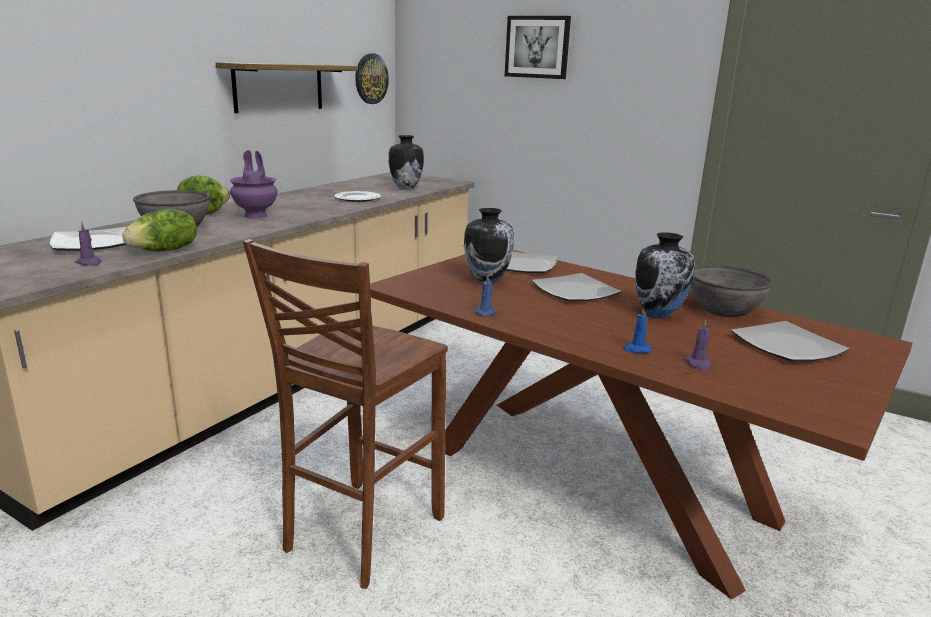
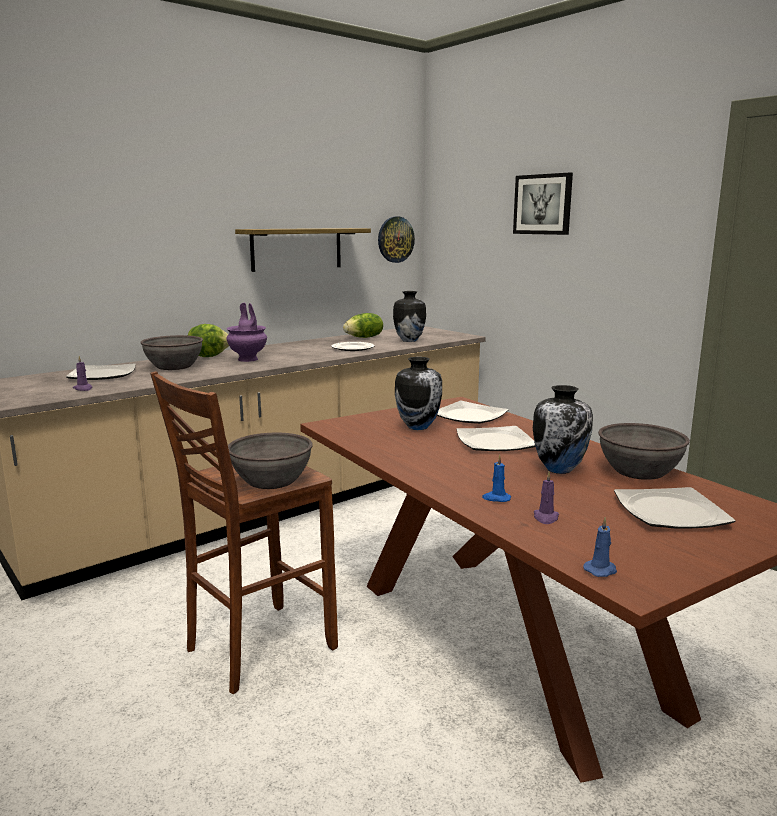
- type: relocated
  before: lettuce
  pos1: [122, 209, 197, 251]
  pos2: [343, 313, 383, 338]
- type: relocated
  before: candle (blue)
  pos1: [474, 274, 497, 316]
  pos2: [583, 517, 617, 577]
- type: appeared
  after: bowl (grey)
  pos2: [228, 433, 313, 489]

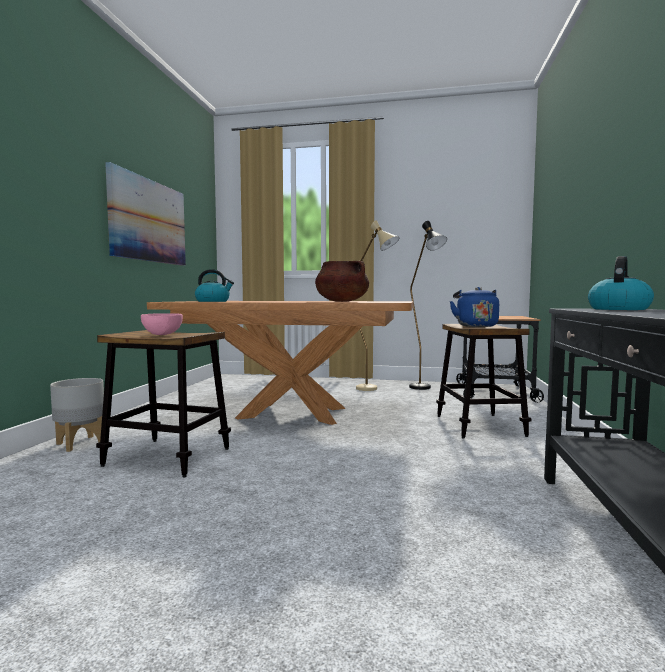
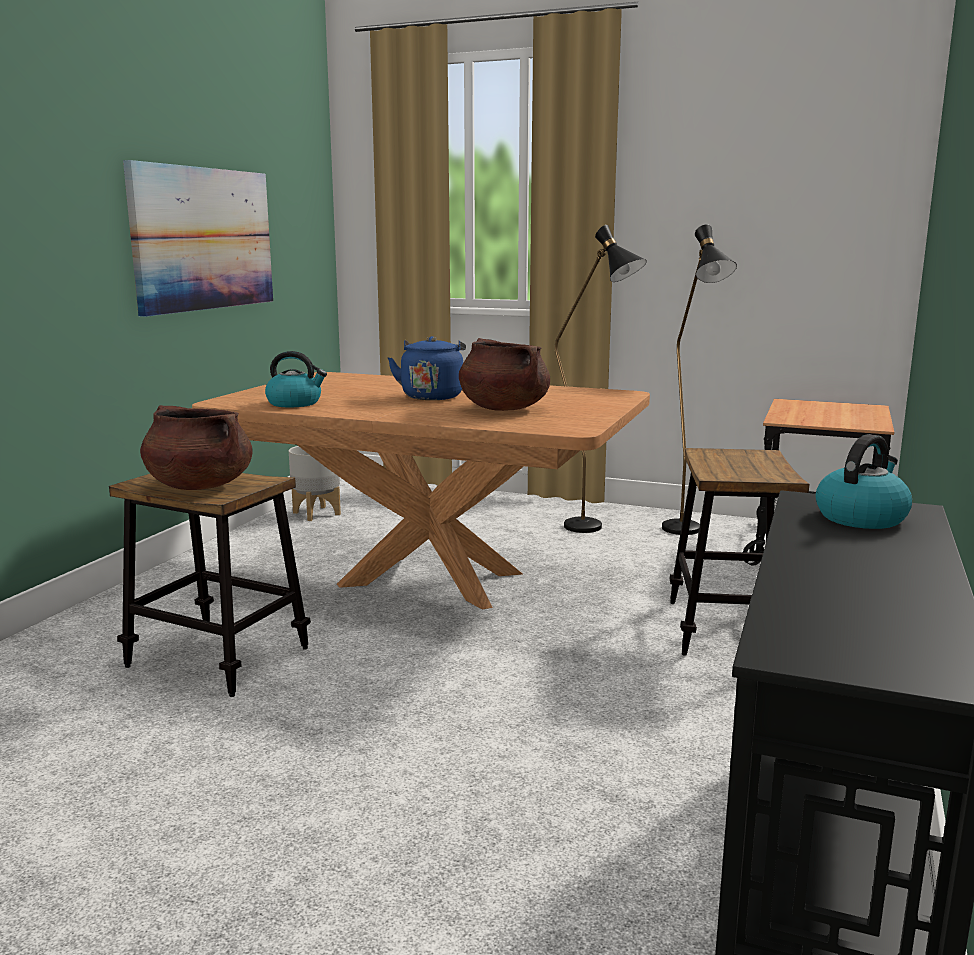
- type: relocated
  before: planter (grey)
  pos1: [50, 378, 104, 452]
  pos2: [289, 446, 341, 521]
- type: exchanged
  before: bowl (pink)
  after: cooking pot (brown)
  pos1: [141, 313, 183, 335]
  pos2: [140, 405, 252, 490]
- type: colour
  before: floor lamp (beige)
  after: floor lamp (black)
  pos1: [356, 220, 399, 391]
  pos2: [555, 225, 647, 533]
- type: relocated
  before: kettle (blue)
  pos1: [450, 287, 499, 327]
  pos2: [388, 336, 466, 400]

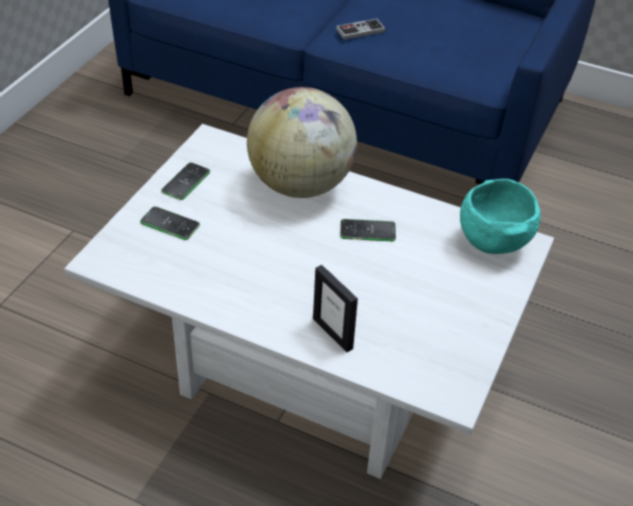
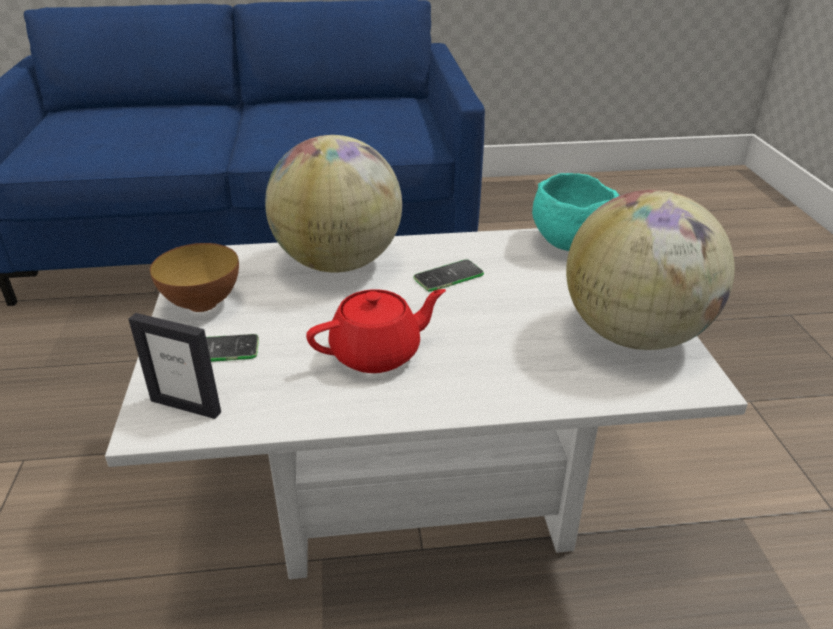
- type: exchanged
  before: phone
  after: bowl
  pos1: [161, 163, 210, 200]
  pos2: [150, 243, 239, 312]
- type: relocated
  before: picture frame
  pos1: [313, 265, 358, 352]
  pos2: [129, 313, 221, 419]
- type: missing
  before: game controller
  pos1: [336, 19, 385, 40]
- type: appeared
  after: teapot (red)
  pos2: [306, 289, 446, 373]
- type: appeared
  after: globe
  pos2: [566, 190, 735, 350]

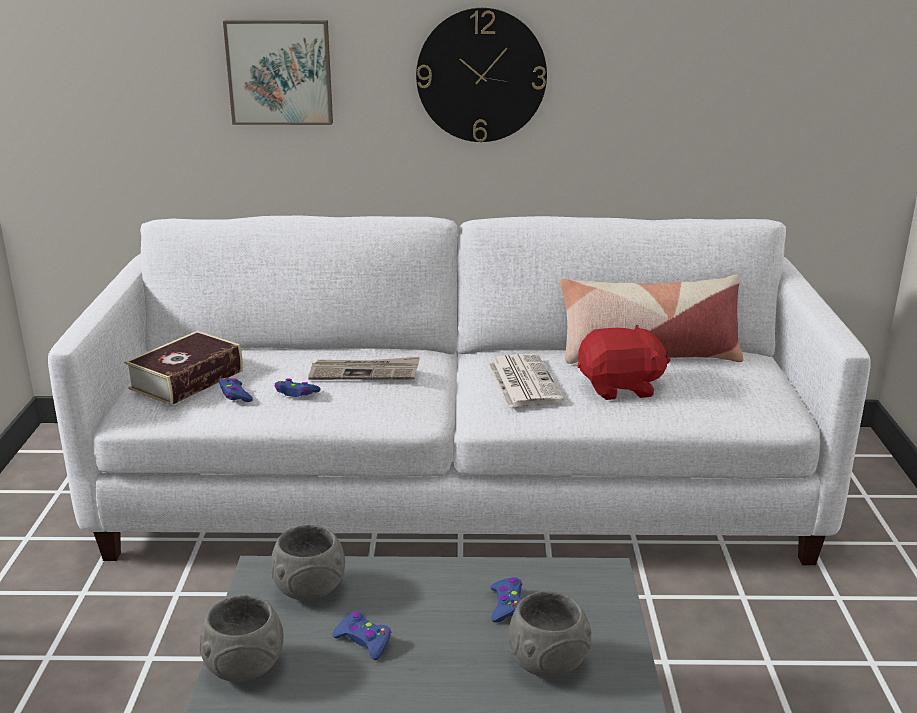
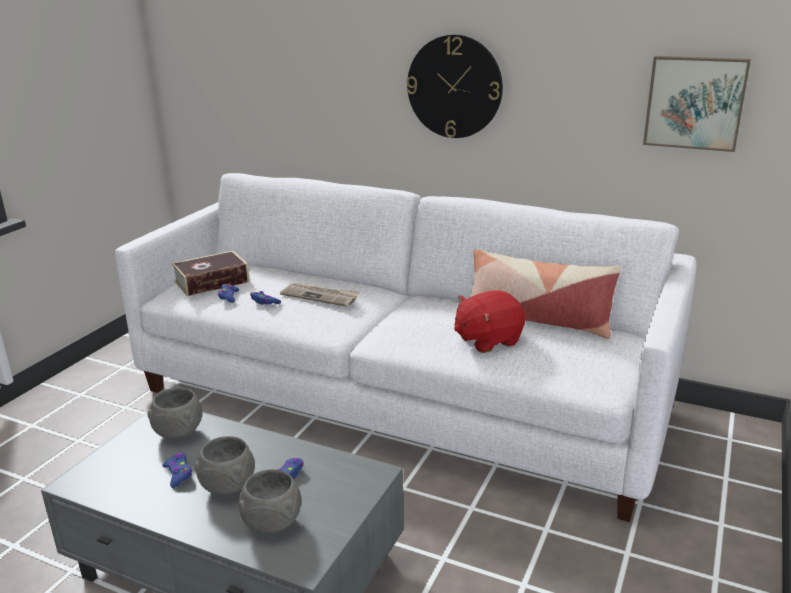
- type: relocated
  before: bowl (grey)
  pos1: [200, 595, 284, 682]
  pos2: [194, 436, 255, 495]
- type: relocated
  before: picture
  pos1: [223, 20, 333, 125]
  pos2: [643, 56, 751, 152]
- type: missing
  before: newspaper
  pos1: [488, 354, 564, 408]
- type: spun
  before: plush toy (red)
  pos1: [577, 324, 671, 400]
  pos2: [454, 291, 526, 353]
  turn: 135

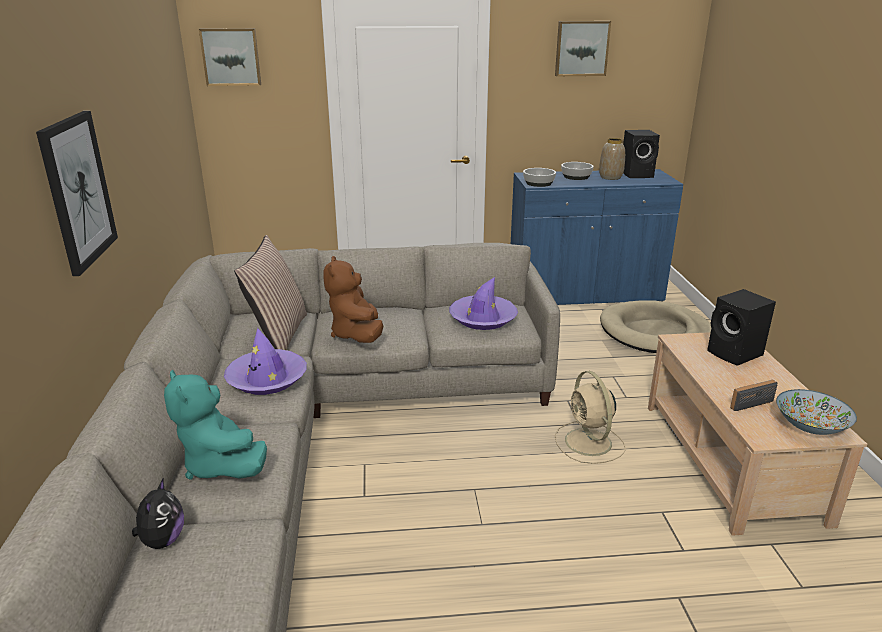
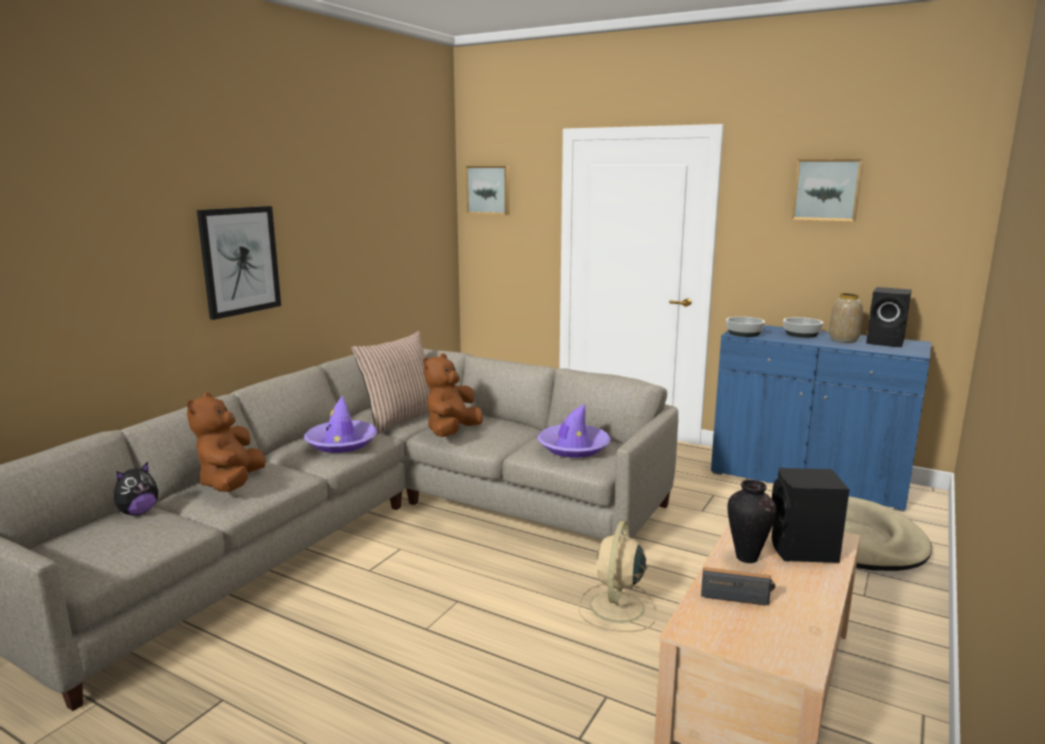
- type: colour
  before: plush toy (turquoise)
  after: plush toy (brown)
  pos1: [164, 370, 267, 480]
  pos2: [187, 392, 266, 492]
- type: missing
  before: bowl
  pos1: [776, 389, 857, 435]
- type: appeared
  after: vase
  pos2: [727, 480, 776, 563]

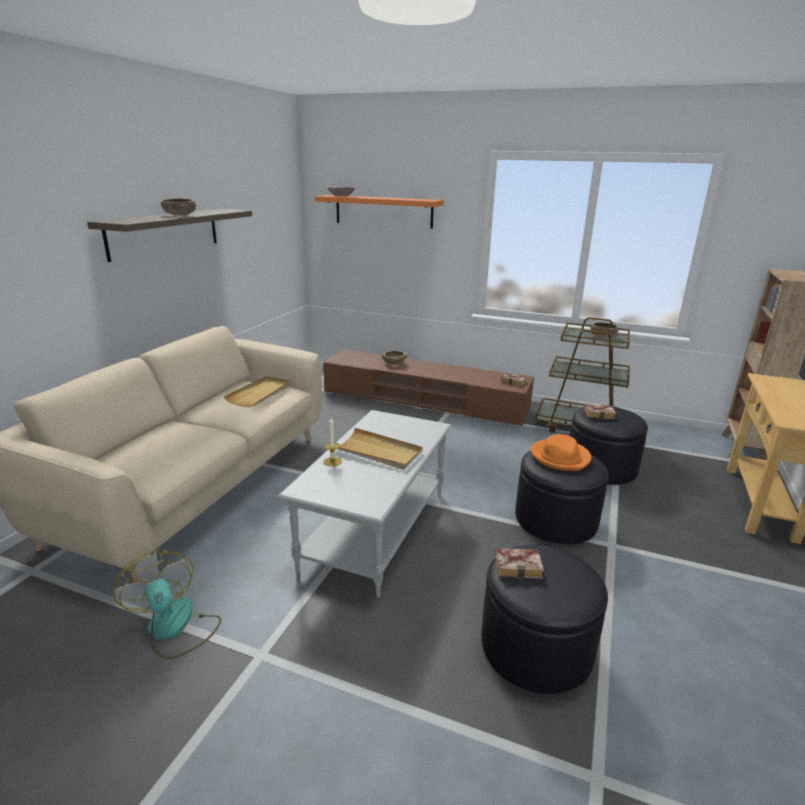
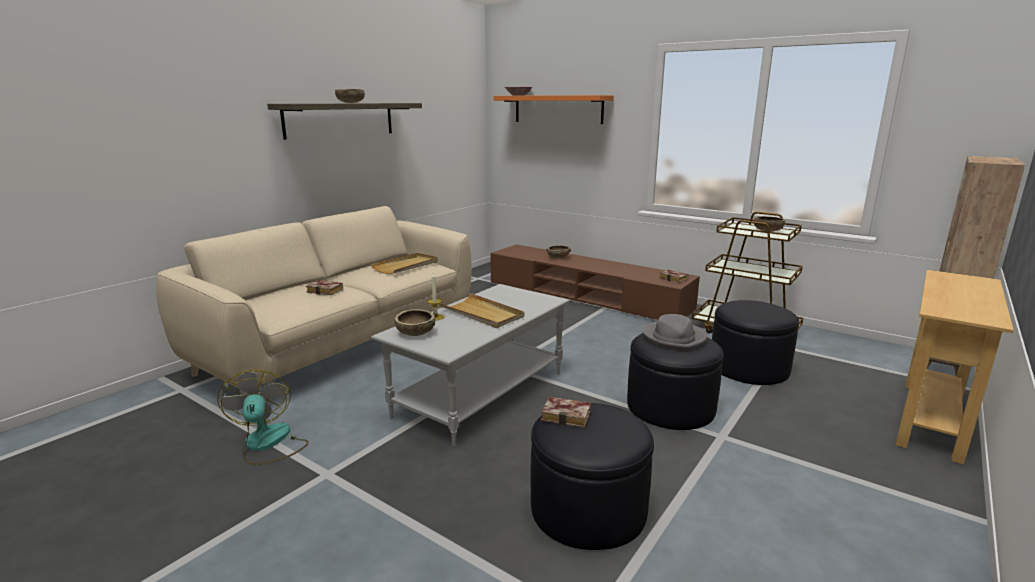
- type: colour
  before: hat (orange)
  after: hat (grey)
  pos1: [531, 434, 592, 471]
  pos2: [642, 314, 707, 350]
- type: relocated
  before: book
  pos1: [584, 404, 616, 419]
  pos2: [306, 280, 343, 295]
- type: appeared
  after: bowl (brown)
  pos2: [395, 309, 435, 336]

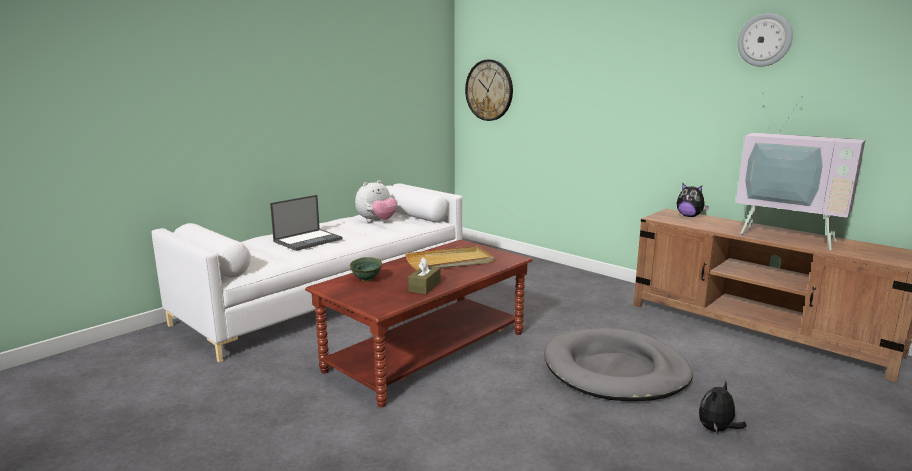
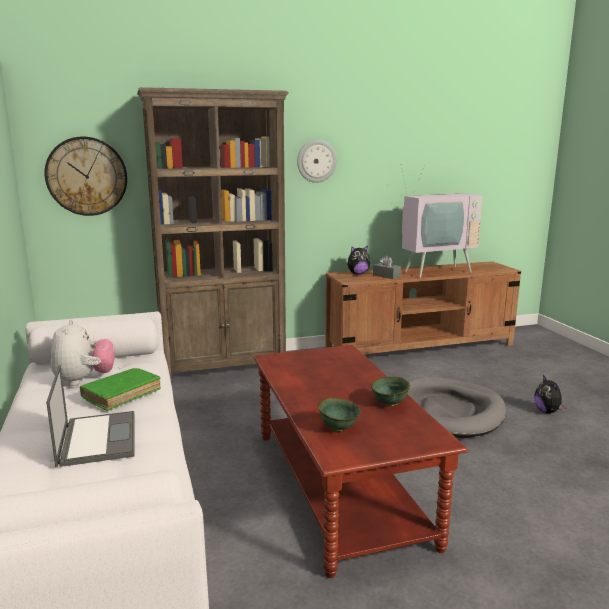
- type: missing
  before: tray (beige)
  pos1: [405, 246, 494, 270]
- type: exchanged
  before: tissue box (brown)
  after: bowl (green)
  pos1: [408, 257, 441, 294]
  pos2: [371, 377, 410, 406]
- type: relocated
  before: wall clock
  pos1: [738, 13, 793, 67]
  pos2: [297, 140, 337, 183]
- type: appeared
  after: book (green)
  pos2: [80, 368, 161, 411]
- type: appeared
  after: bookcase (brown)
  pos2: [137, 87, 289, 383]
- type: appeared
  after: tissue box (grey)
  pos2: [373, 255, 401, 279]

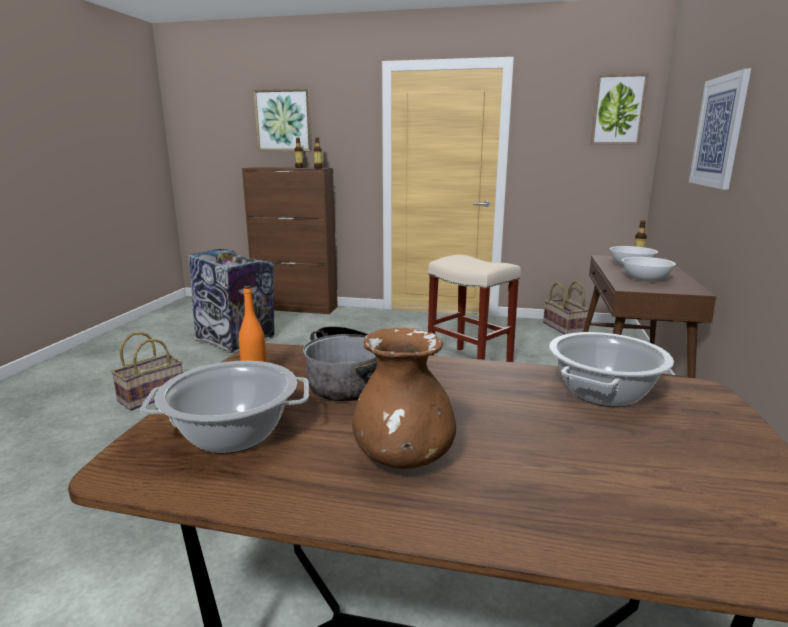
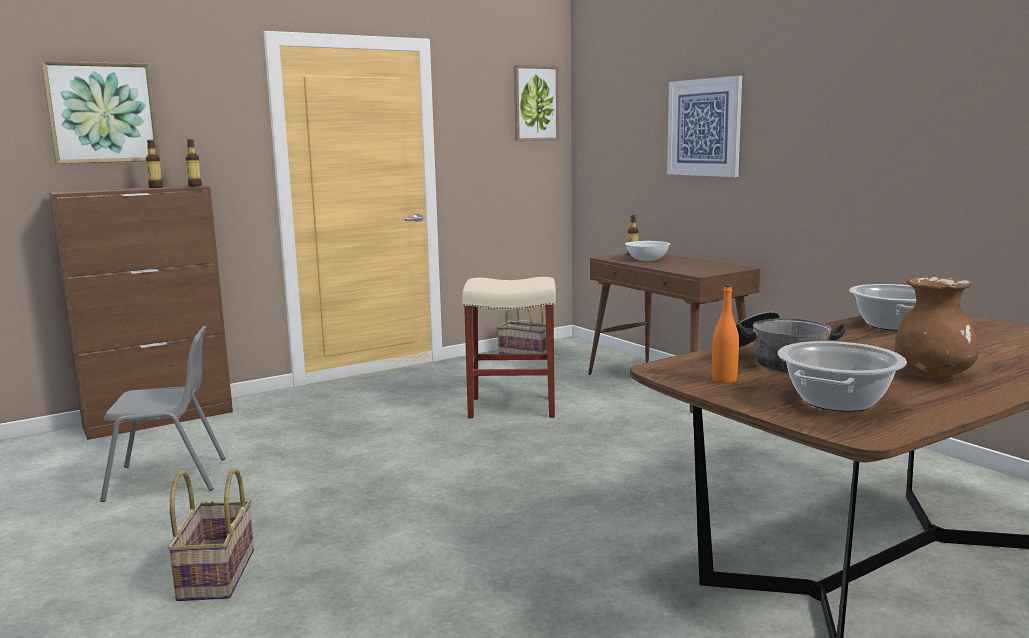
- type: exchanged
  before: trash can
  after: chair (grey)
  pos1: [189, 249, 275, 353]
  pos2: [100, 326, 226, 502]
- type: missing
  before: bowl (white)
  pos1: [622, 257, 676, 281]

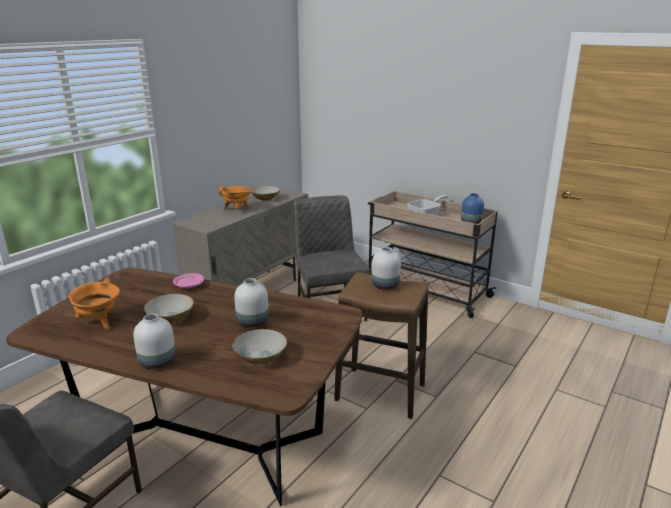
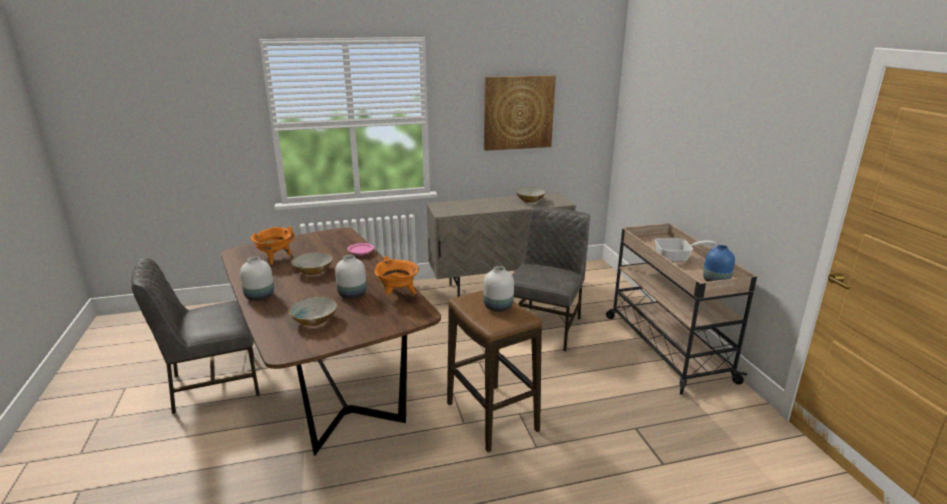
- type: relocated
  before: cooking pot (orange)
  pos1: [219, 185, 252, 209]
  pos2: [375, 256, 419, 295]
- type: appeared
  after: picture
  pos2: [484, 75, 556, 151]

